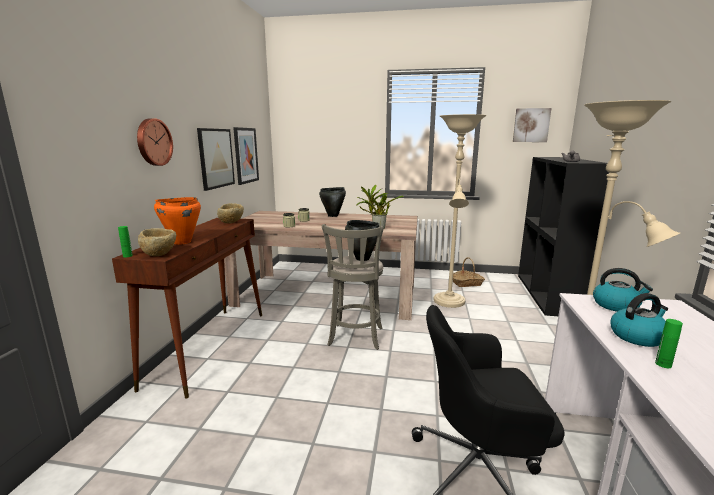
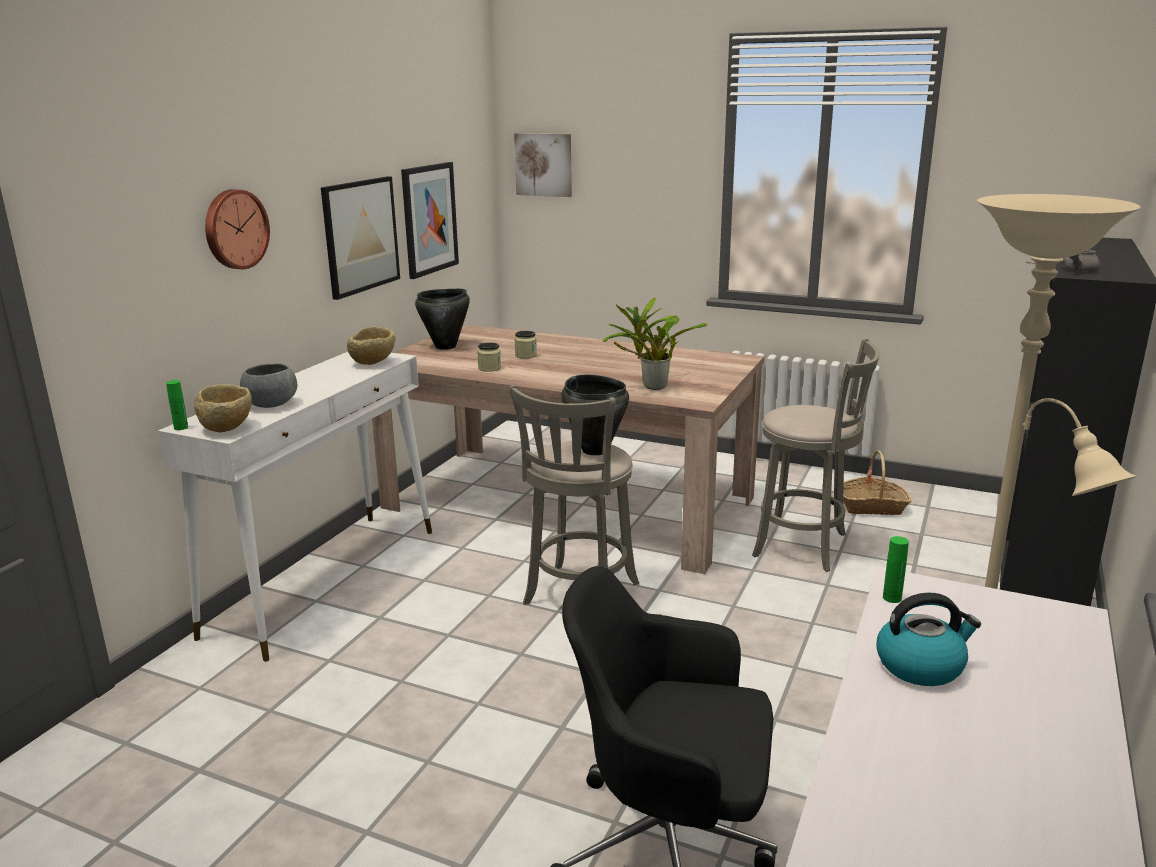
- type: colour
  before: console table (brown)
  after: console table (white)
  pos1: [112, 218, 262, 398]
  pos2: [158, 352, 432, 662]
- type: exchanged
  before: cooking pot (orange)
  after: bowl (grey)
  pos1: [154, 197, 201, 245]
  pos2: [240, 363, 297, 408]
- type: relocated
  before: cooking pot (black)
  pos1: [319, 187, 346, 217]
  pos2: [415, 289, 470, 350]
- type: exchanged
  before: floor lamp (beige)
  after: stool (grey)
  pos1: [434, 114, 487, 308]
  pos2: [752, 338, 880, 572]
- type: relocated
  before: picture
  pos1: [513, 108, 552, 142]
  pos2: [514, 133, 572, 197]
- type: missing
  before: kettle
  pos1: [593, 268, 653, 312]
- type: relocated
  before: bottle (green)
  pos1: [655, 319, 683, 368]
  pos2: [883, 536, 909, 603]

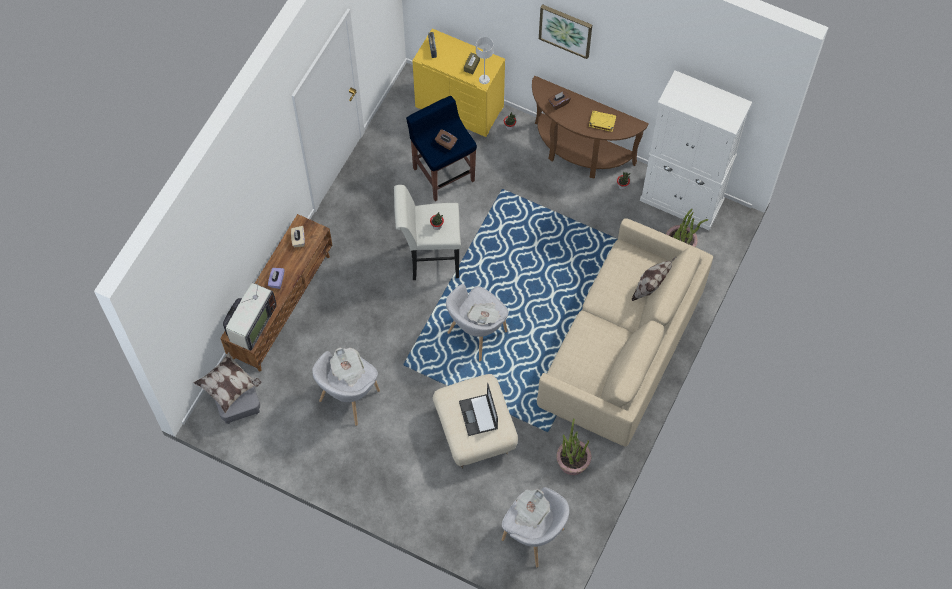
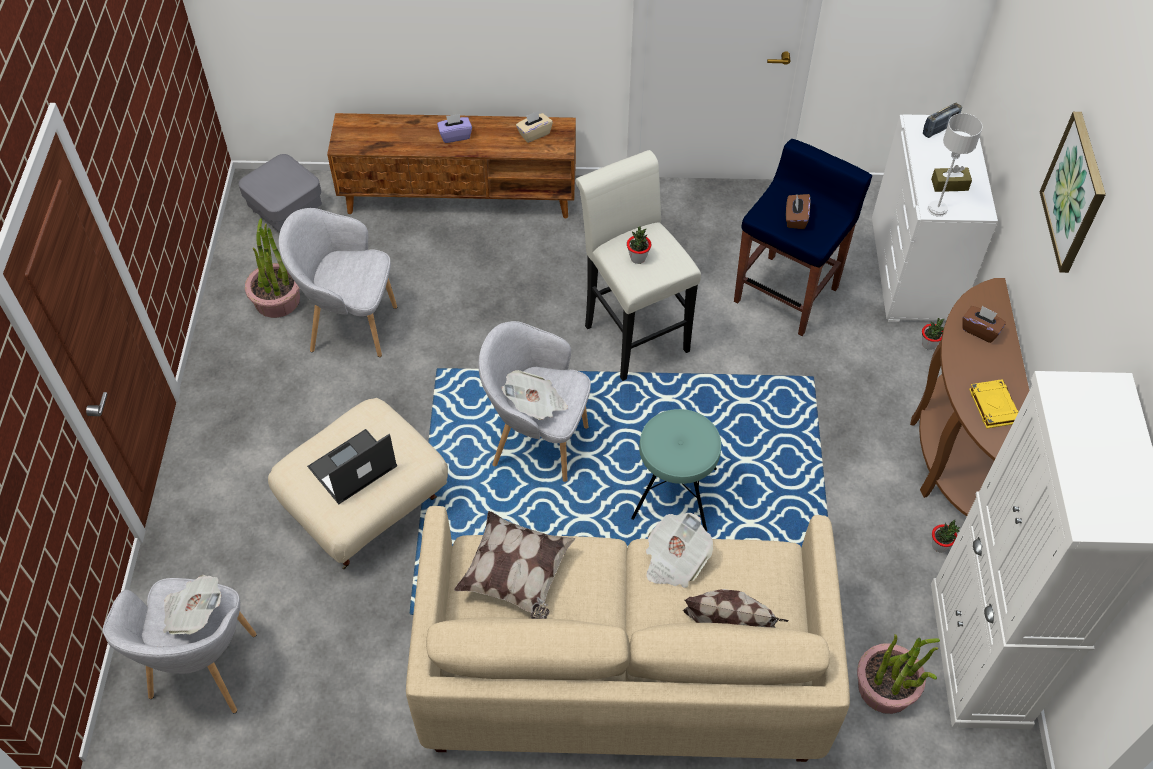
- type: relocated
  before: pillow
  pos1: [194, 352, 262, 413]
  pos2: [454, 511, 576, 619]
- type: missing
  before: television
  pos1: [223, 273, 277, 350]
- type: relocated
  before: newspaper
  pos1: [330, 347, 365, 387]
  pos2: [646, 513, 713, 588]
- type: colour
  before: dresser (yellow)
  after: dresser (white)
  pos1: [412, 28, 505, 137]
  pos2: [872, 114, 998, 322]
- type: relocated
  before: potted plant
  pos1: [556, 418, 591, 475]
  pos2: [245, 218, 300, 318]
- type: appeared
  after: stool (turquoise)
  pos2: [631, 409, 721, 531]

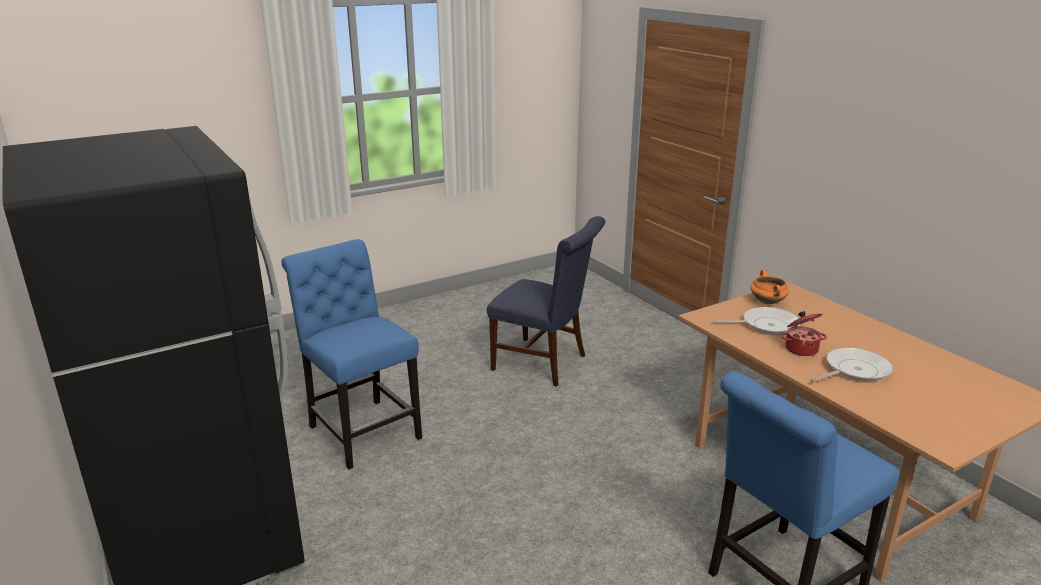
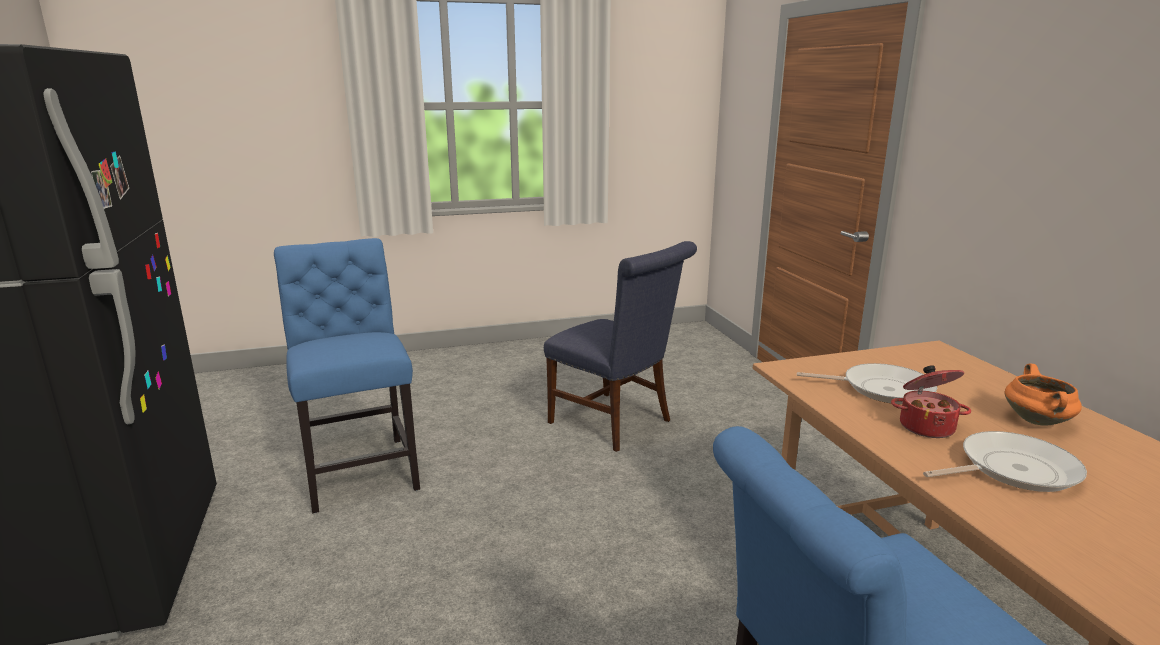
- type: relocated
  before: cooking pot (orange)
  pos1: [750, 270, 789, 304]
  pos2: [1005, 363, 1082, 426]

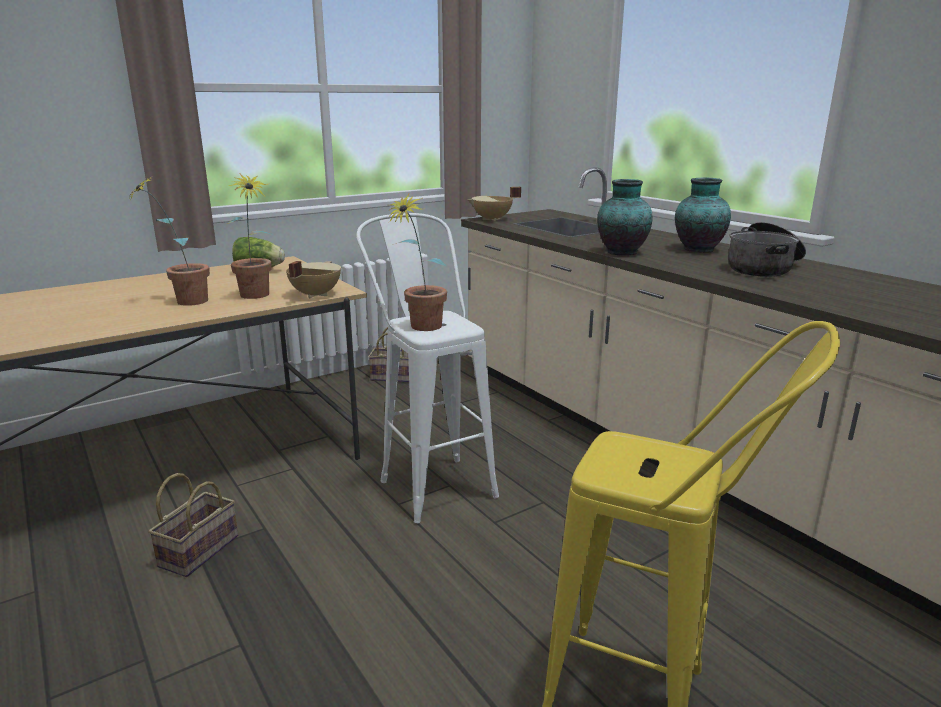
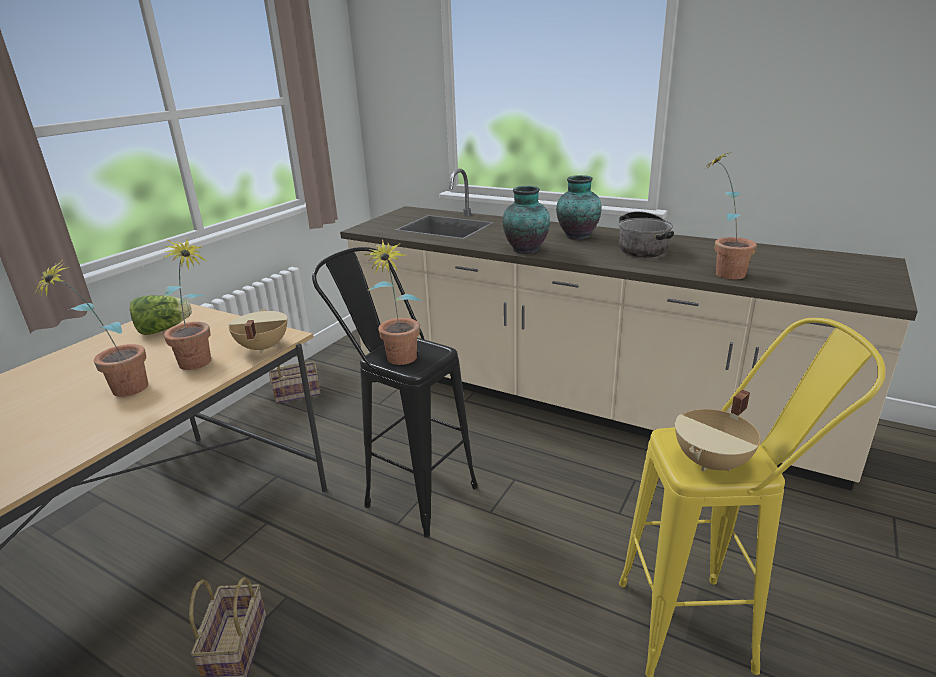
- type: colour
  before: stool (white)
  after: stool (black)
  pos1: [356, 213, 499, 523]
  pos2: [312, 247, 478, 538]
- type: relocated
  before: cooking pot (beige)
  pos1: [467, 187, 521, 221]
  pos2: [675, 390, 761, 472]
- type: appeared
  after: potted plant
  pos2: [705, 149, 757, 279]

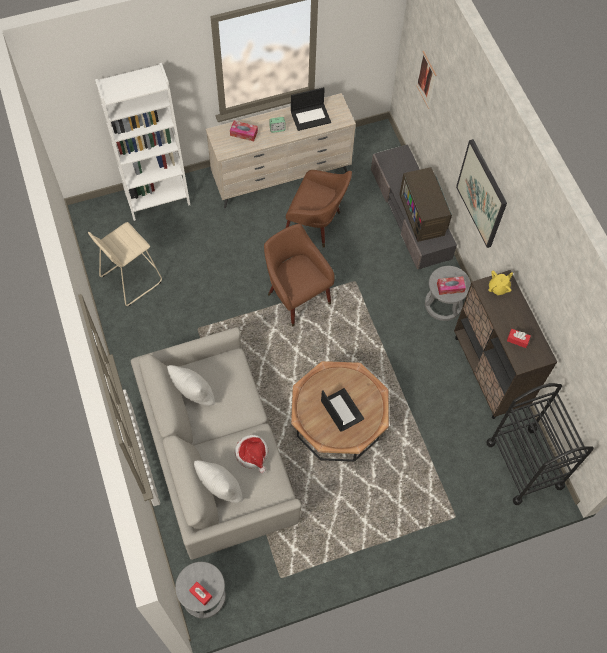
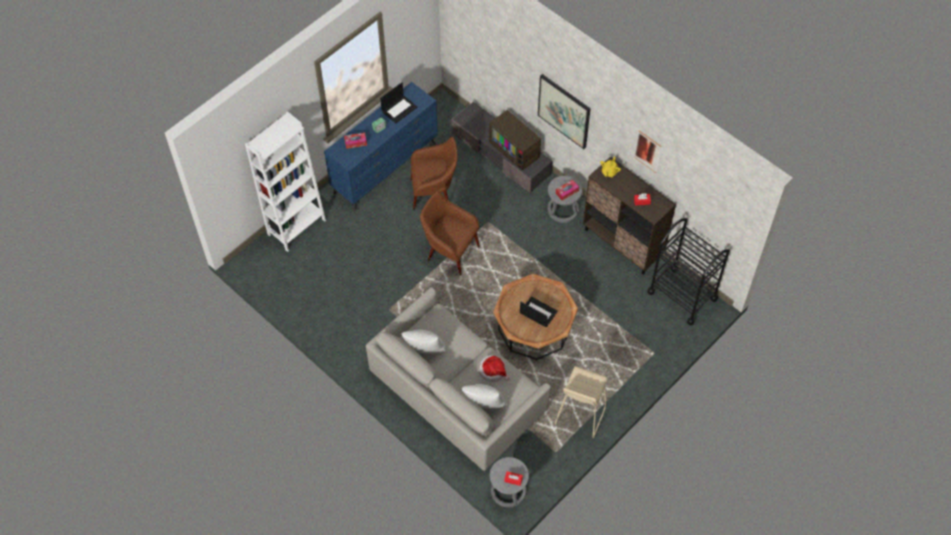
- type: relocated
  before: stool (beige)
  pos1: [88, 222, 162, 306]
  pos2: [555, 366, 608, 438]
- type: colour
  before: dresser (beige)
  after: dresser (blue)
  pos1: [206, 93, 356, 208]
  pos2: [324, 82, 438, 211]
- type: relocated
  before: picture
  pos1: [416, 51, 437, 109]
  pos2: [634, 130, 662, 173]

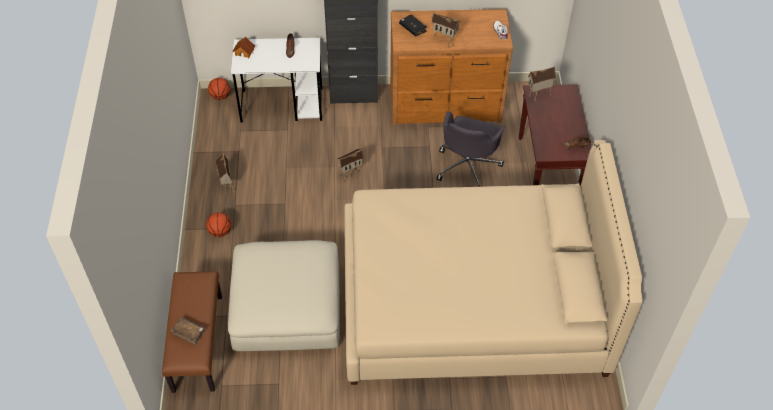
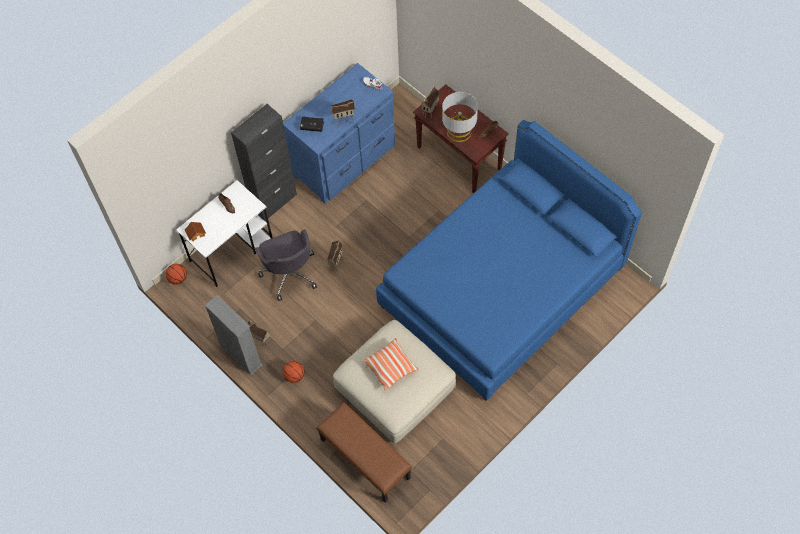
- type: missing
  before: book (brown)
  pos1: [171, 317, 205, 345]
- type: colour
  before: bed (beige)
  after: bed (blue)
  pos1: [344, 140, 643, 385]
  pos2: [376, 120, 642, 401]
- type: colour
  before: dresser (brown)
  after: dresser (blue)
  pos1: [390, 9, 513, 125]
  pos2: [283, 63, 395, 204]
- type: relocated
  before: office chair (grey)
  pos1: [437, 111, 505, 186]
  pos2: [255, 229, 317, 301]
- type: appeared
  after: bookcase (grey)
  pos2: [205, 295, 263, 375]
- type: appeared
  after: pillow
  pos2: [363, 338, 419, 391]
- type: appeared
  after: table lamp (grey)
  pos2: [442, 92, 478, 142]

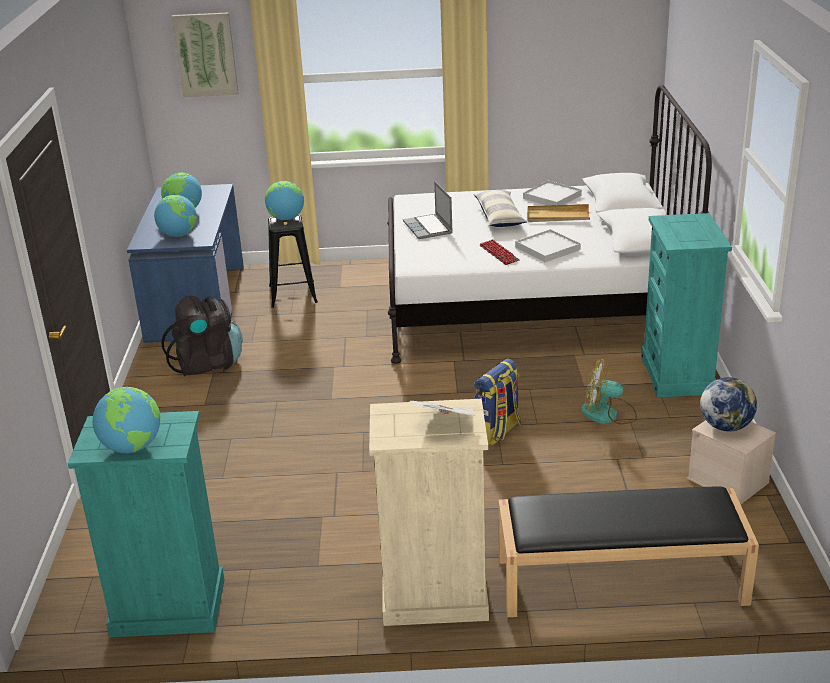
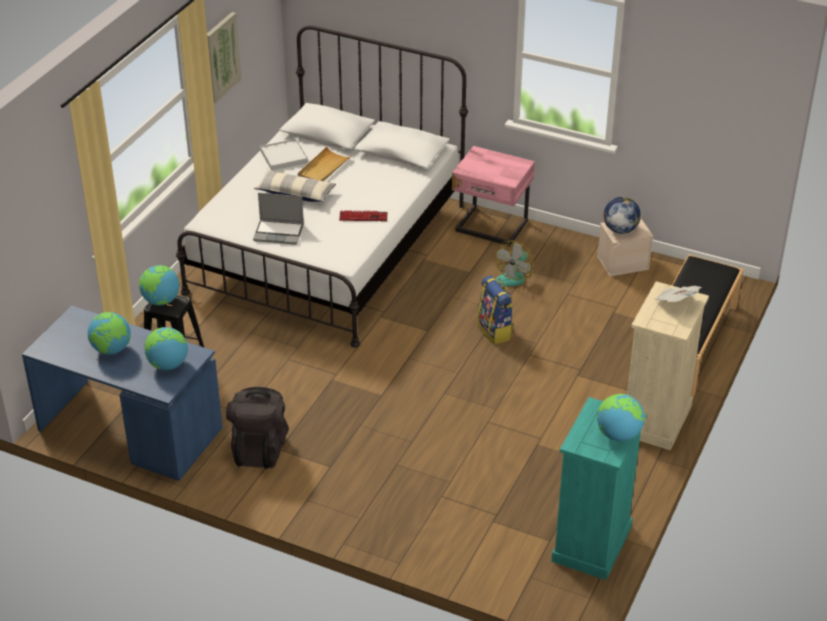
- type: relocated
  before: picture
  pos1: [171, 12, 239, 97]
  pos2: [207, 12, 241, 103]
- type: missing
  before: tray (white)
  pos1: [515, 229, 581, 262]
- type: exchanged
  before: dresser (turquoise)
  after: nightstand (pink)
  pos1: [641, 213, 732, 397]
  pos2: [452, 146, 535, 247]

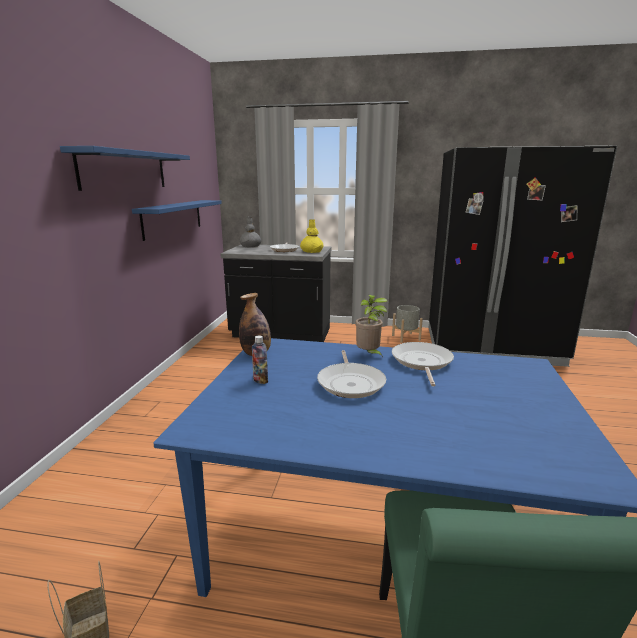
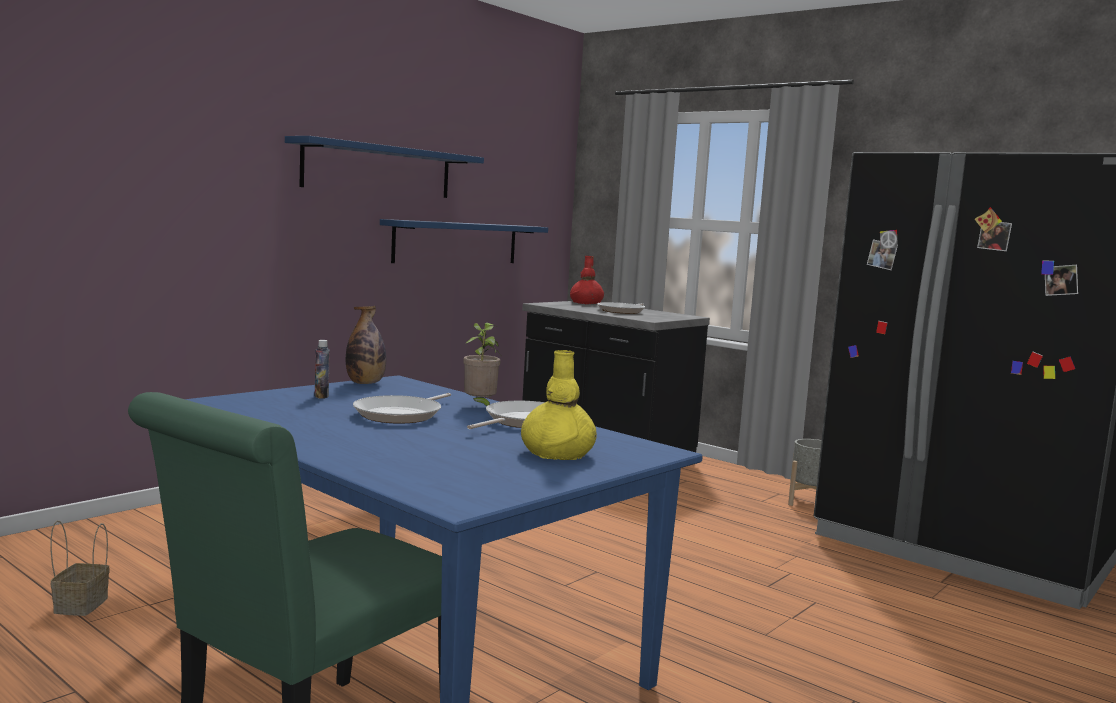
- type: colour
  before: vase (grey)
  after: vase (red)
  pos1: [240, 216, 261, 248]
  pos2: [570, 256, 604, 304]
- type: relocated
  before: vase (yellow)
  pos1: [300, 219, 323, 253]
  pos2: [521, 350, 597, 460]

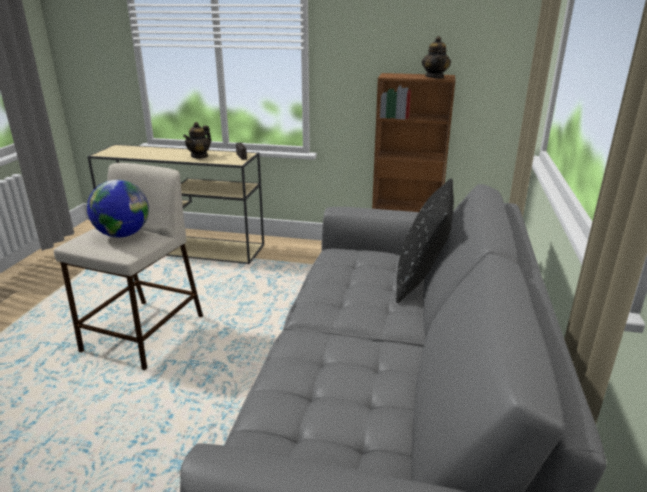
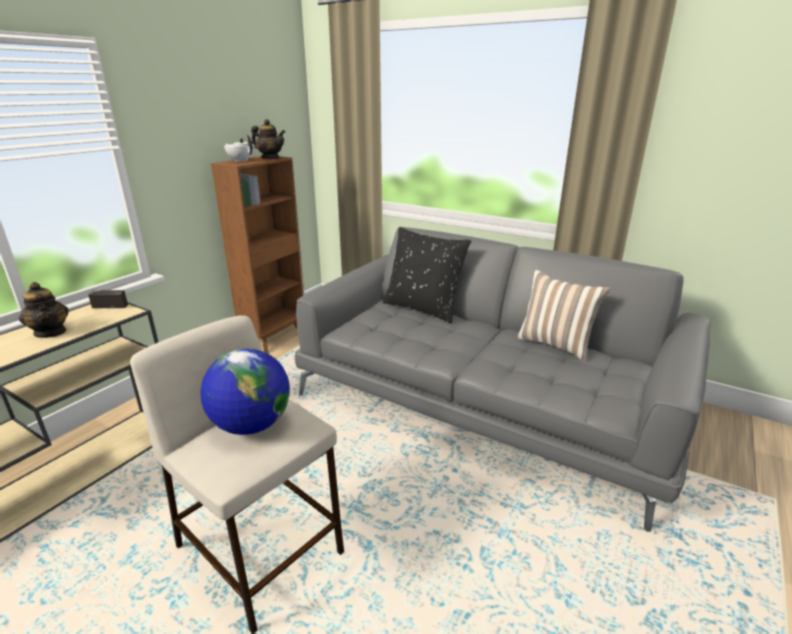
- type: appeared
  after: teapot (white)
  pos2: [224, 135, 254, 162]
- type: appeared
  after: pillow
  pos2: [517, 270, 611, 362]

